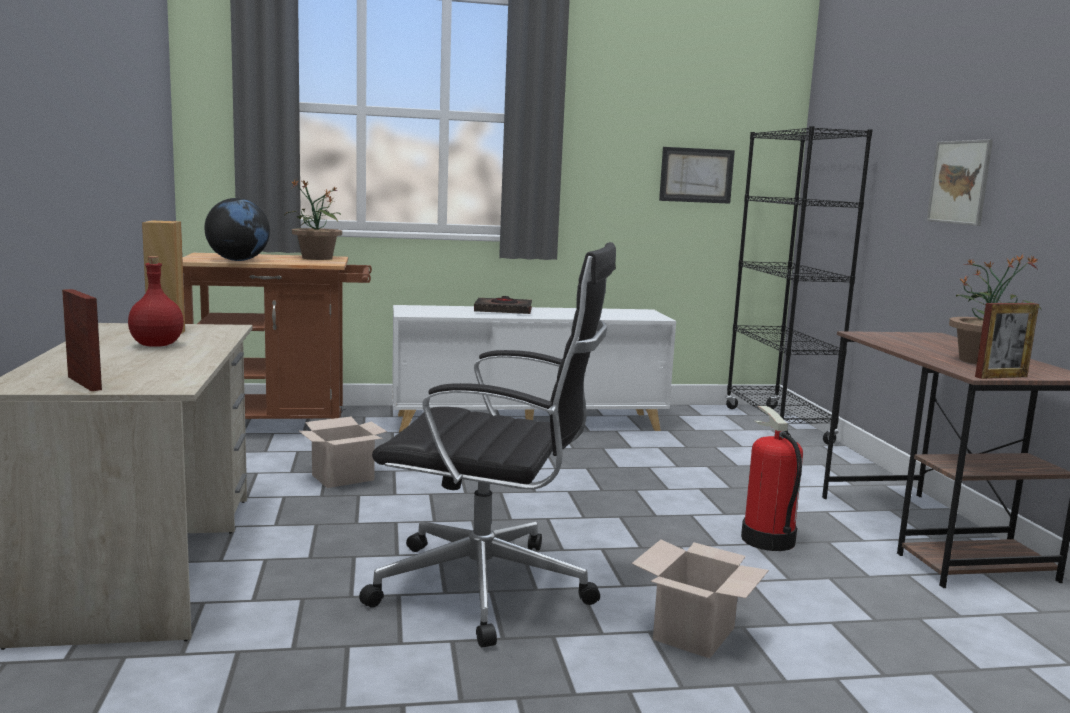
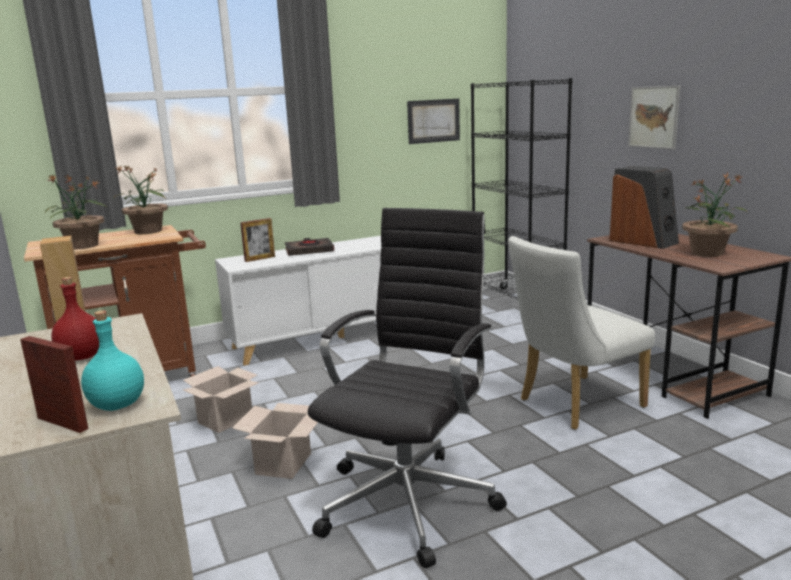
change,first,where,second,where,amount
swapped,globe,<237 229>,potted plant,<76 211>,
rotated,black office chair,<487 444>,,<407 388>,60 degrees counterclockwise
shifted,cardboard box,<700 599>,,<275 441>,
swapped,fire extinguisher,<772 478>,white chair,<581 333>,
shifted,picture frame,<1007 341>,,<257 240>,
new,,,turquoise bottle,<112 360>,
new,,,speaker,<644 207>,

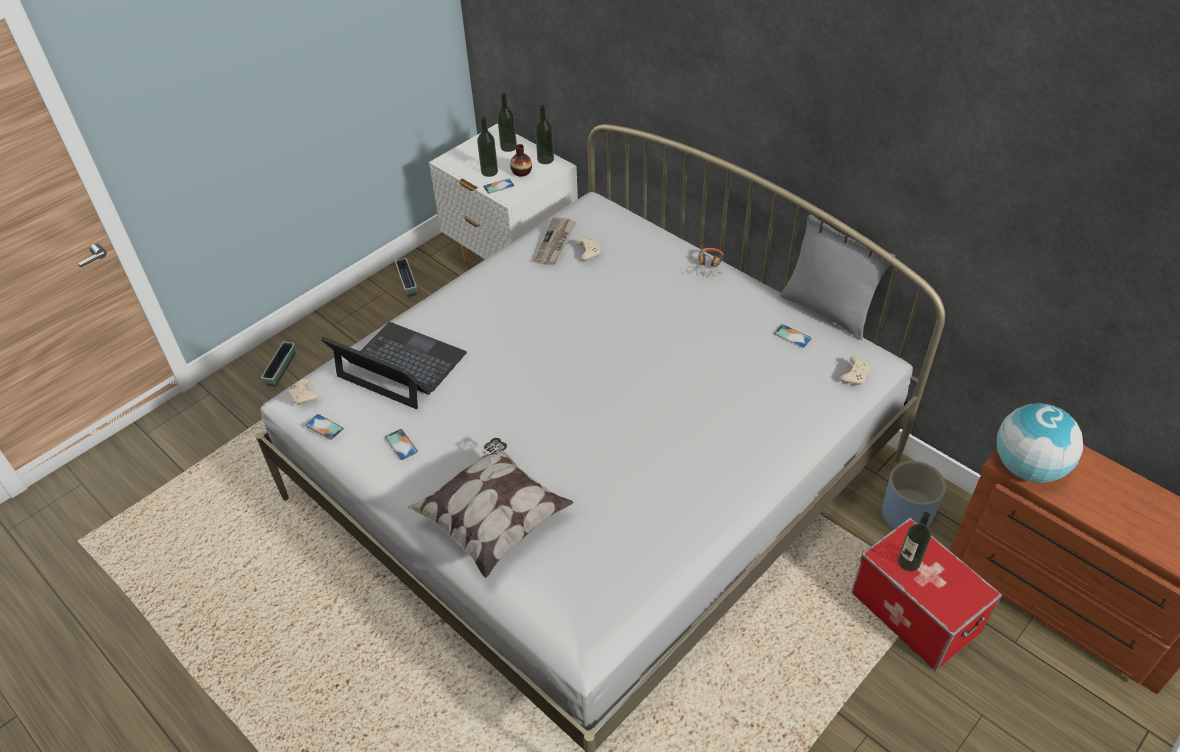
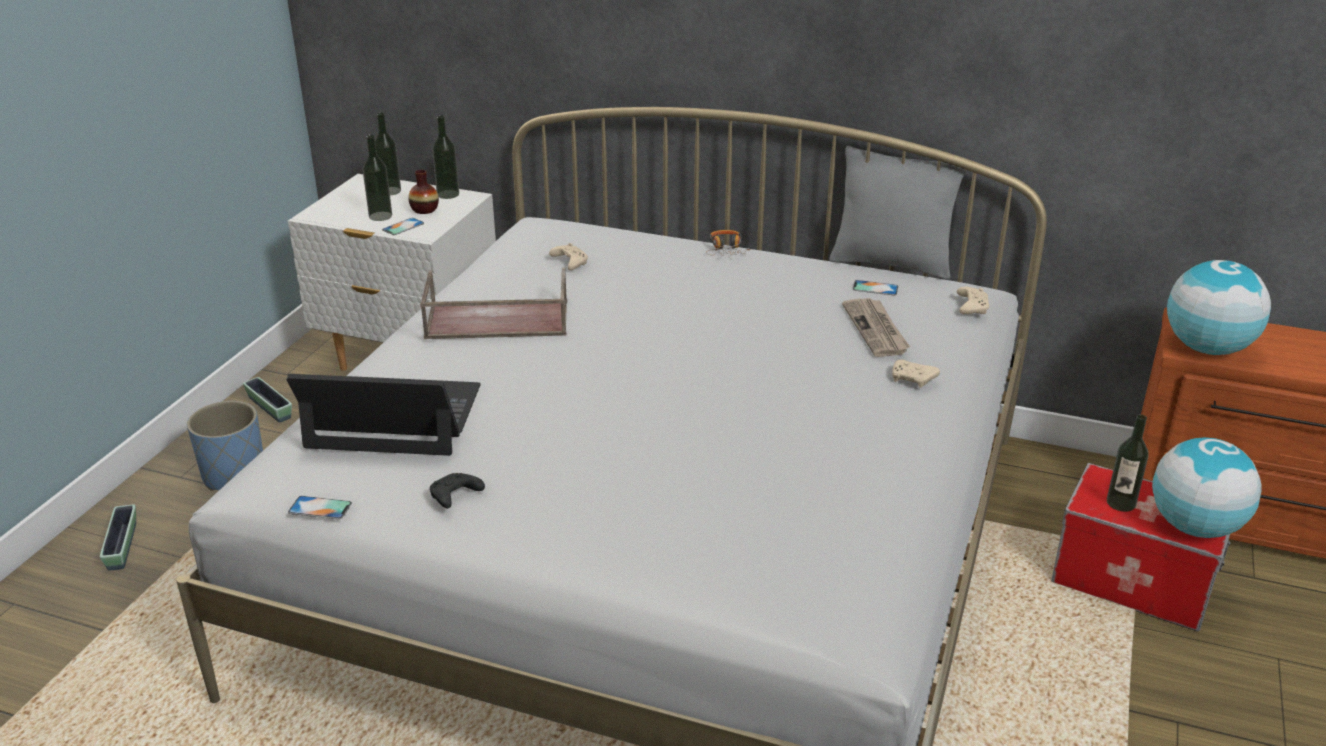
change,first,where,second,where,amount
shifted,beige game controller,<303 392>,,<916 373>,
swapped,phone,<401 444>,black game controller,<457 490>,
gone,pillow,<490 508>,,,
shifted,newspaper,<555 241>,,<876 327>,
shifted,blue planter,<914 495>,,<225 446>,
new,,,brown tray,<493 303>,
new,,,globe,<1206 487>,

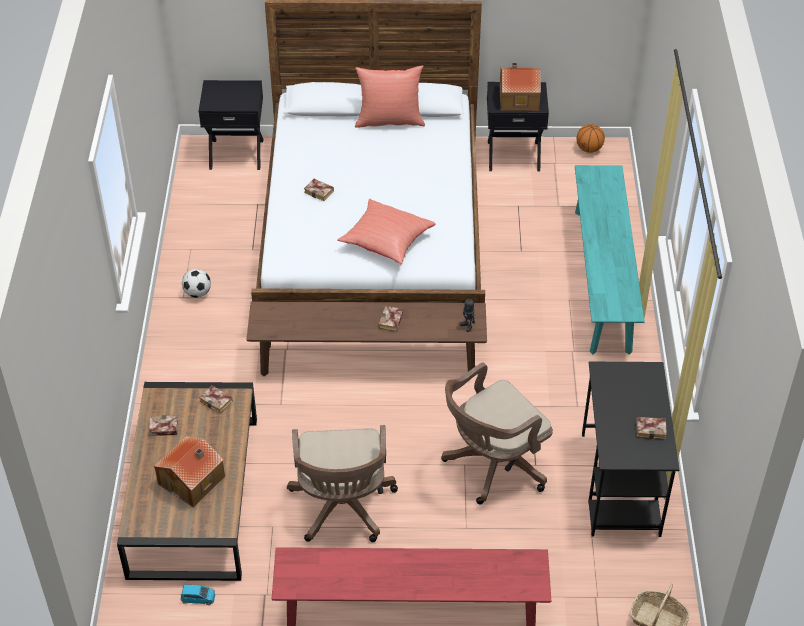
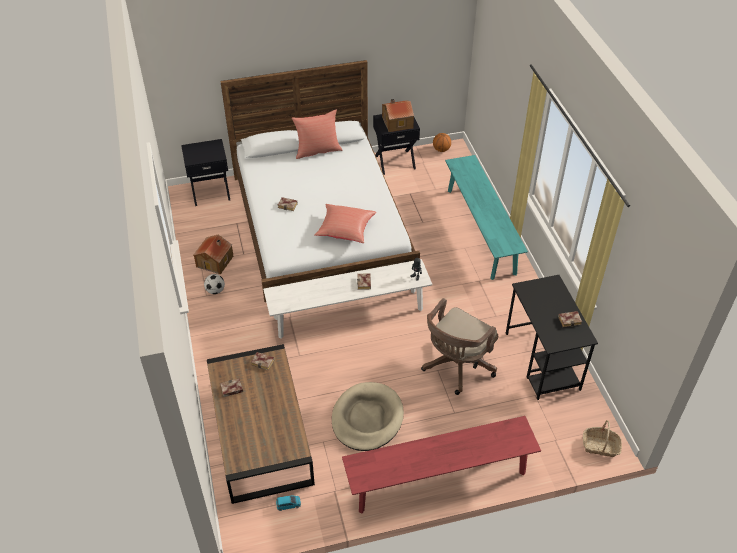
change,first,where,second,where,amount
shifted,toy house,<189 471>,,<213 254>,
repainted,brown bench,<367 338>,white bench,<347 299>,
swapped,brown office chair,<342 483>,beige dog bed,<368 416>,

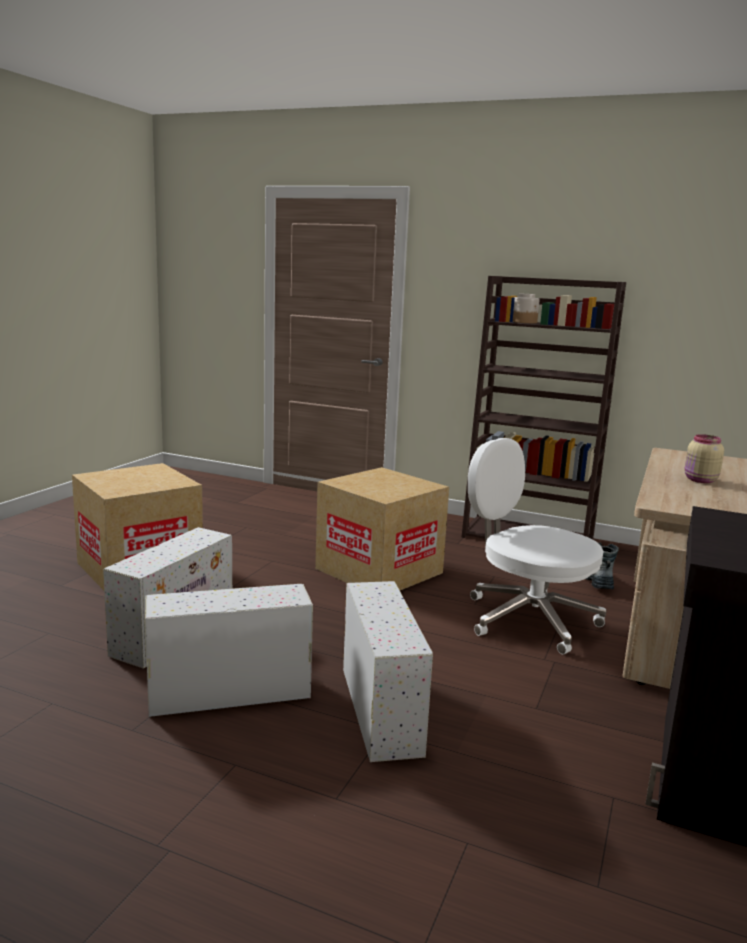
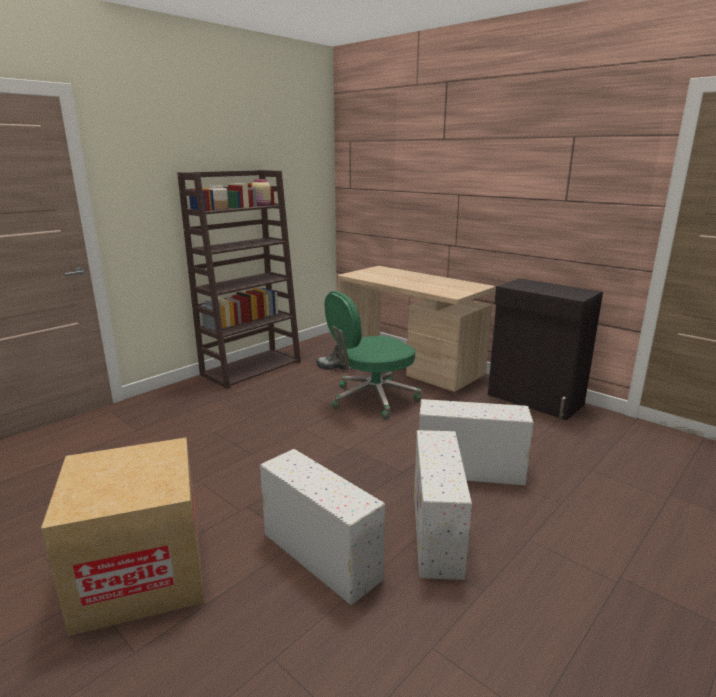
change,first,where,second,where,amount
gone,cardboard box,<382 528>,,,
repainted,white office chair,<537 546>,green office chair,<373 355>,
shifted,beige jar,<704 458>,,<261 192>,

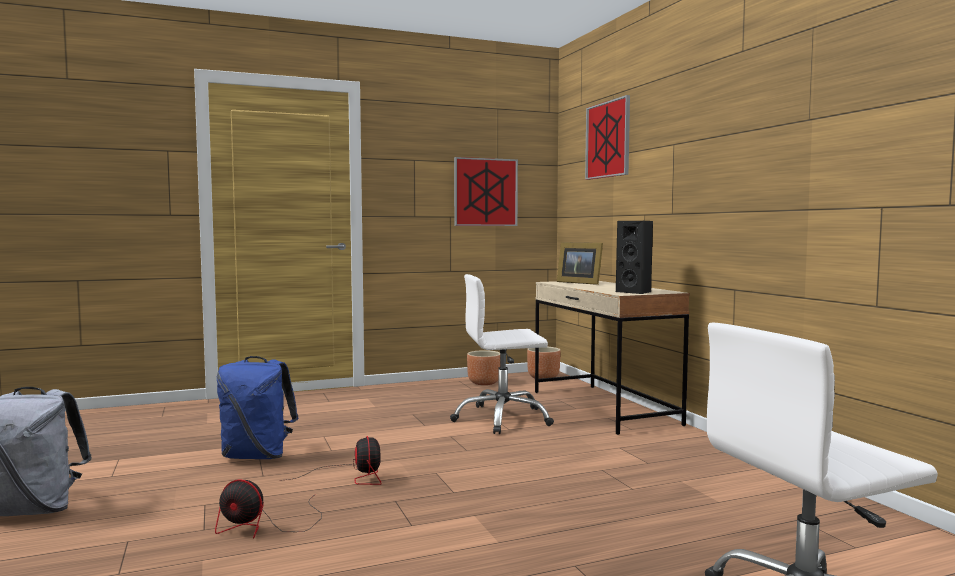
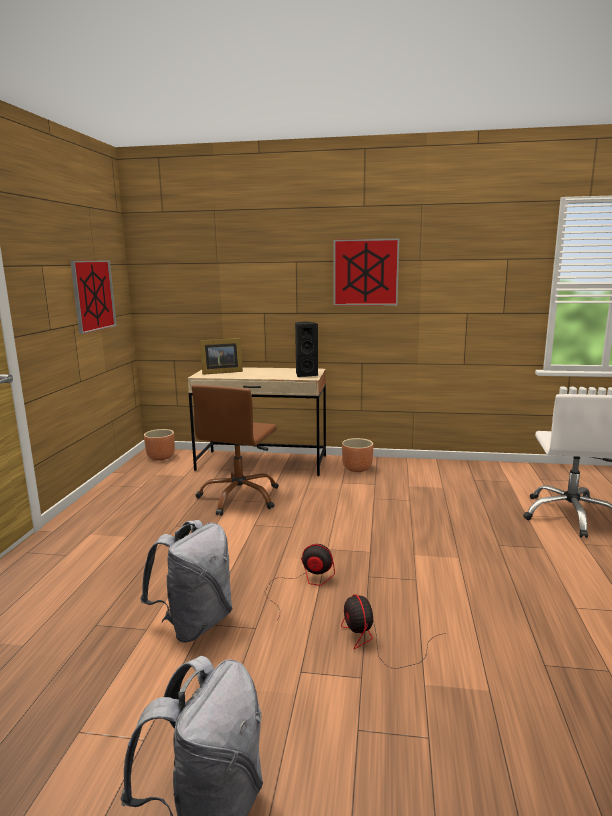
change,first,where,second,where,amount
rotated,fan,<268 508>,,<393 631>,120 degrees clockwise
repainted,blue backpack,<257 407>,grey backpack,<187 581>,
repainted,white office chair,<502 354>,brown office chair,<235 450>,
shifted,brown planter,<483 367>,,<357 455>,
shifted,picture,<607 137>,,<366 271>,

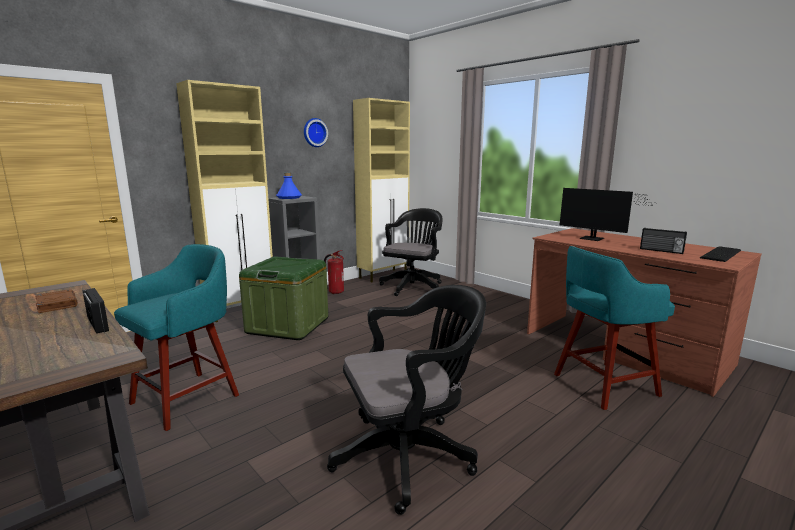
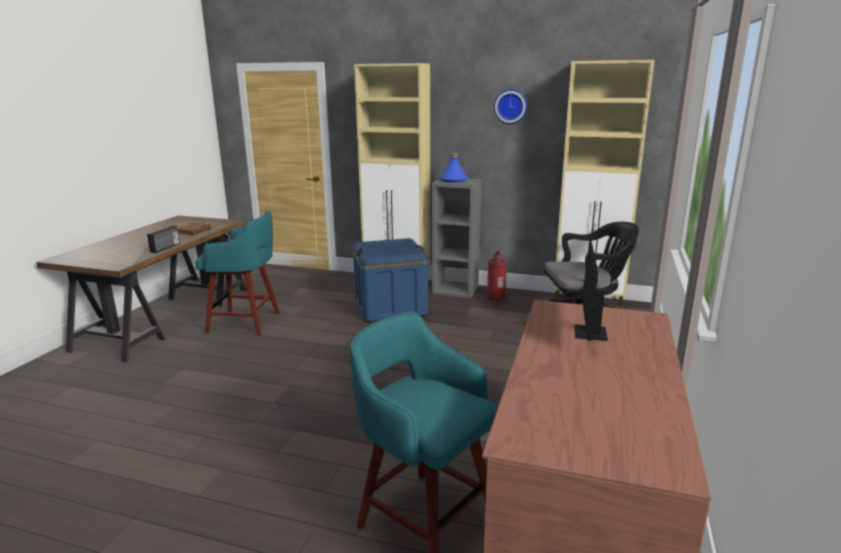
change,first,where,second,where,amount
repainted,green storage box,<283 298>,blue storage box,<390 280>,
gone,black office chair,<406 400>,,,
gone,radio,<663 241>,,,
gone,keyboard,<720 254>,,,

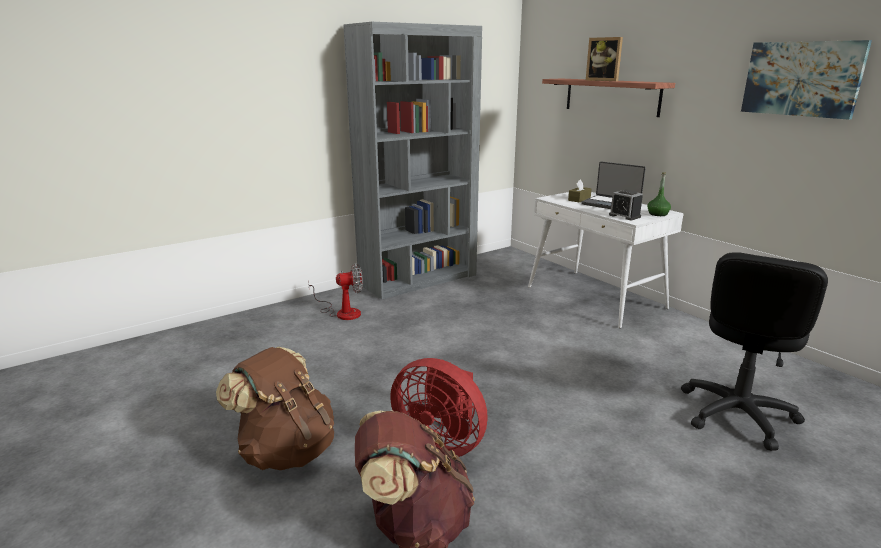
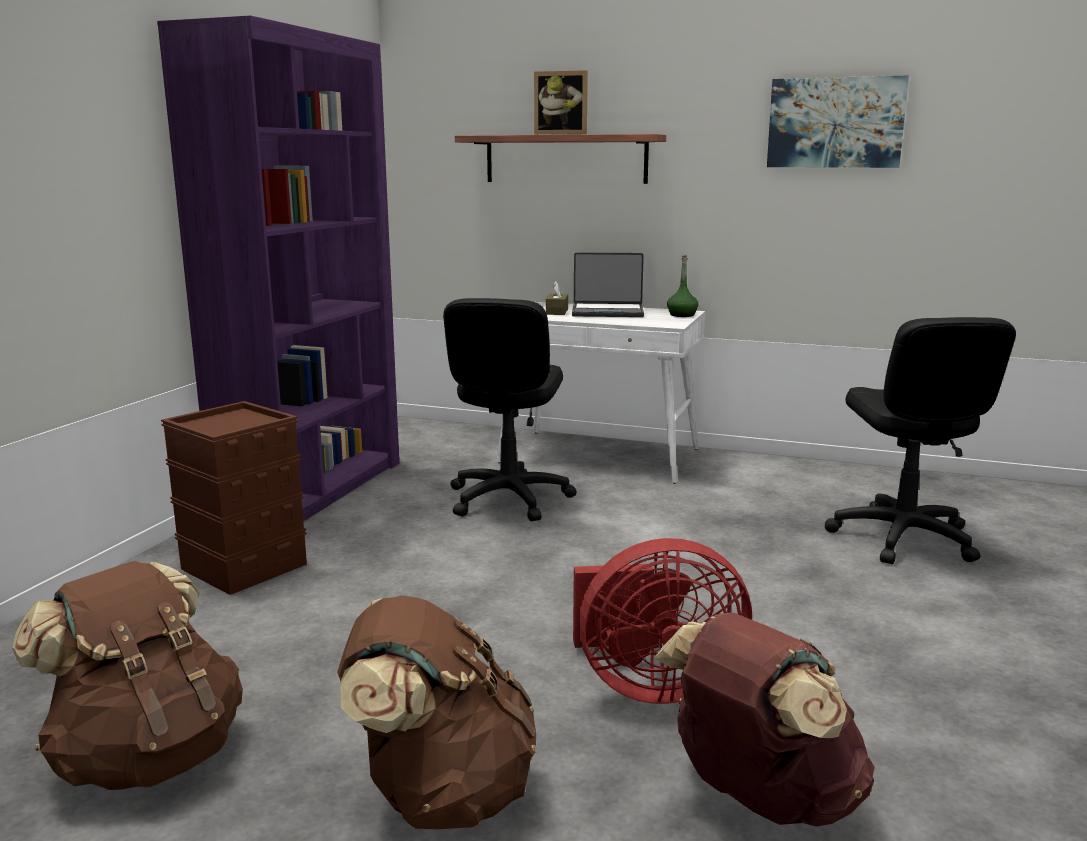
change,first,where,second,where,amount
swapped,fan,<335 291>,brown storage box,<234 498>,
repainted,grey bookcase,<412 160>,purple bookcase,<278 268>,
gone,alarm clock,<626 205>,,,
new,,,brown backpack,<127 675>,
new,,,black office chair,<510 409>,

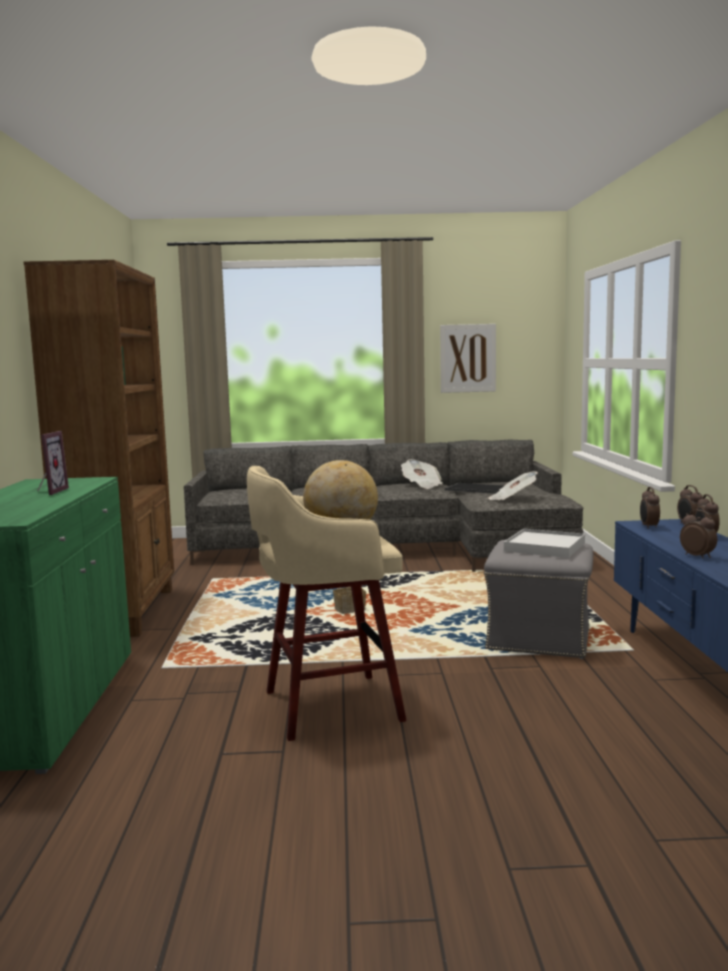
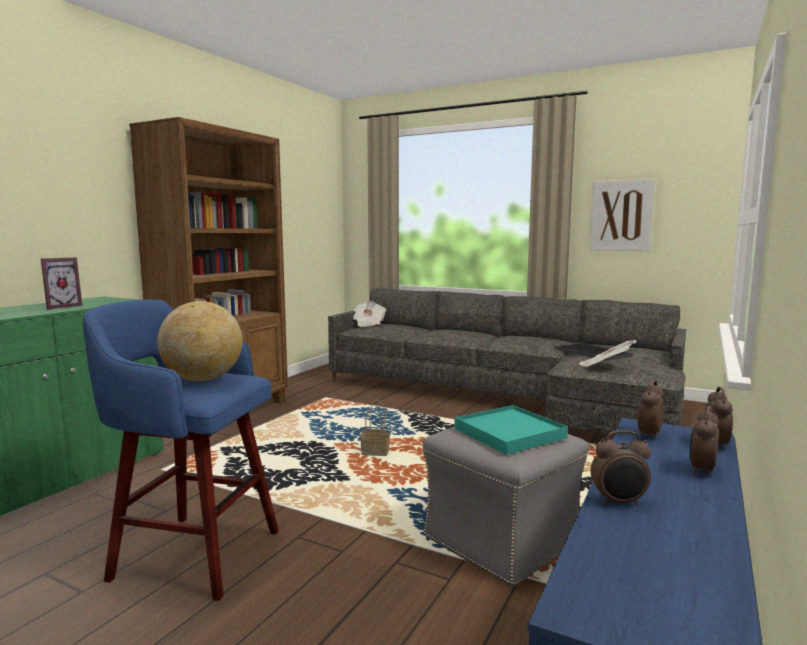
change,first,where,second,where,amount
repainted,beige stool,<327 603>,blue stool,<181 450>,
shifted,newspaper,<422 474>,,<369 314>,
repainted,white tray,<544 543>,turquoise tray,<511 430>,
rotated,alarm clock,<698 534>,,<621 468>,90 degrees clockwise

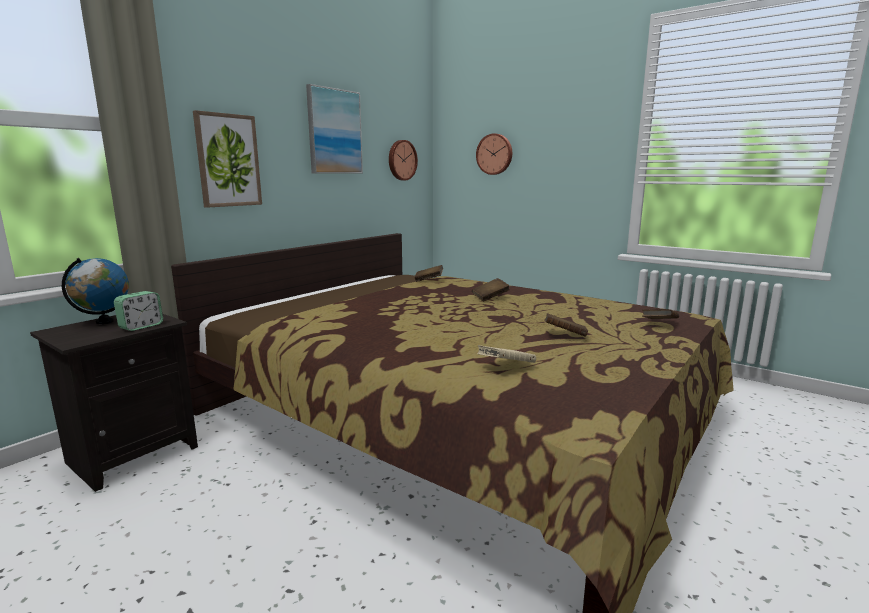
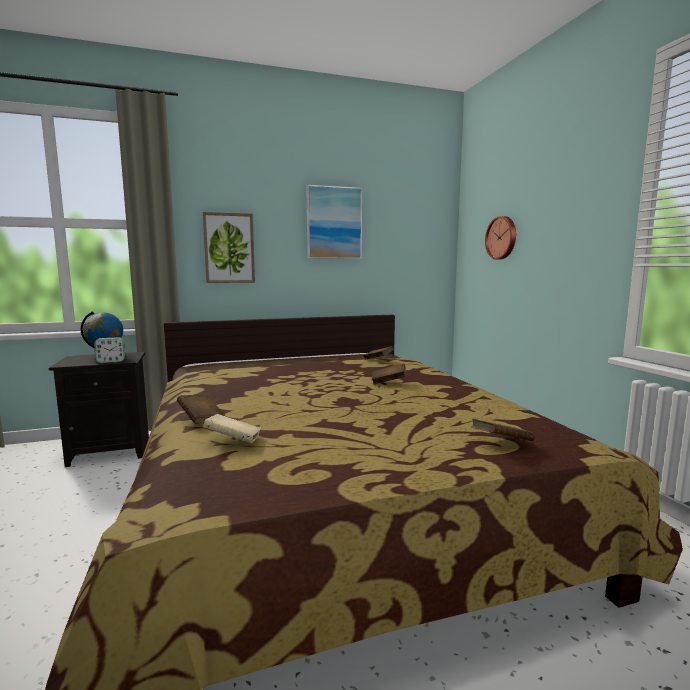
change,first,where,second,where,amount
gone,wall clock,<403 160>,,,
shifted,brown book,<566 325>,,<201 409>,

